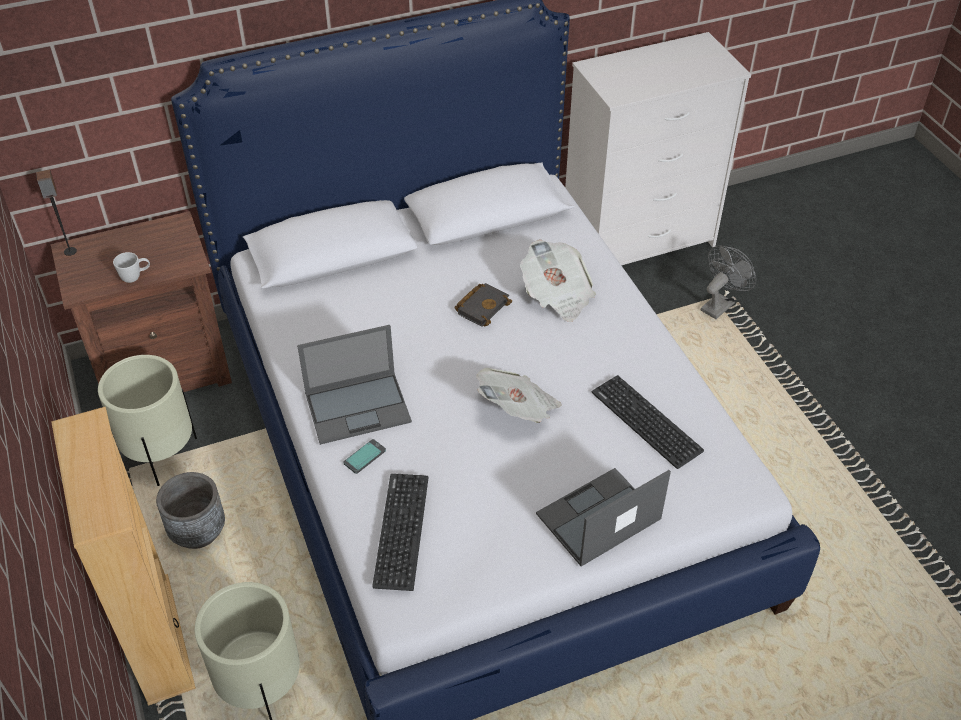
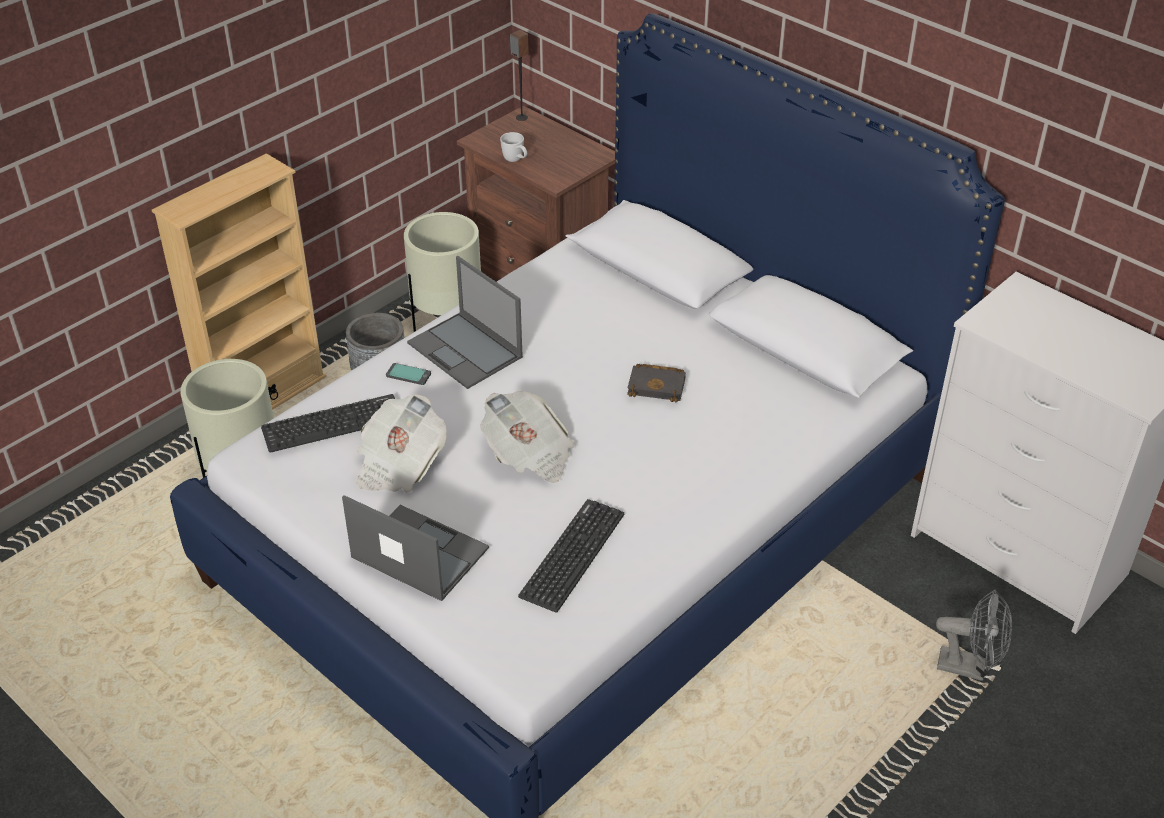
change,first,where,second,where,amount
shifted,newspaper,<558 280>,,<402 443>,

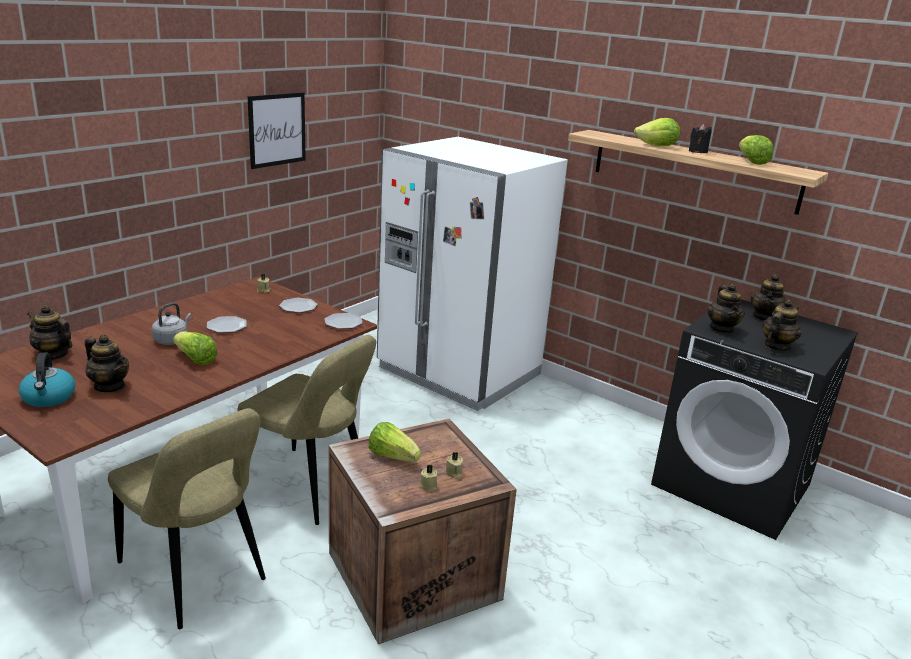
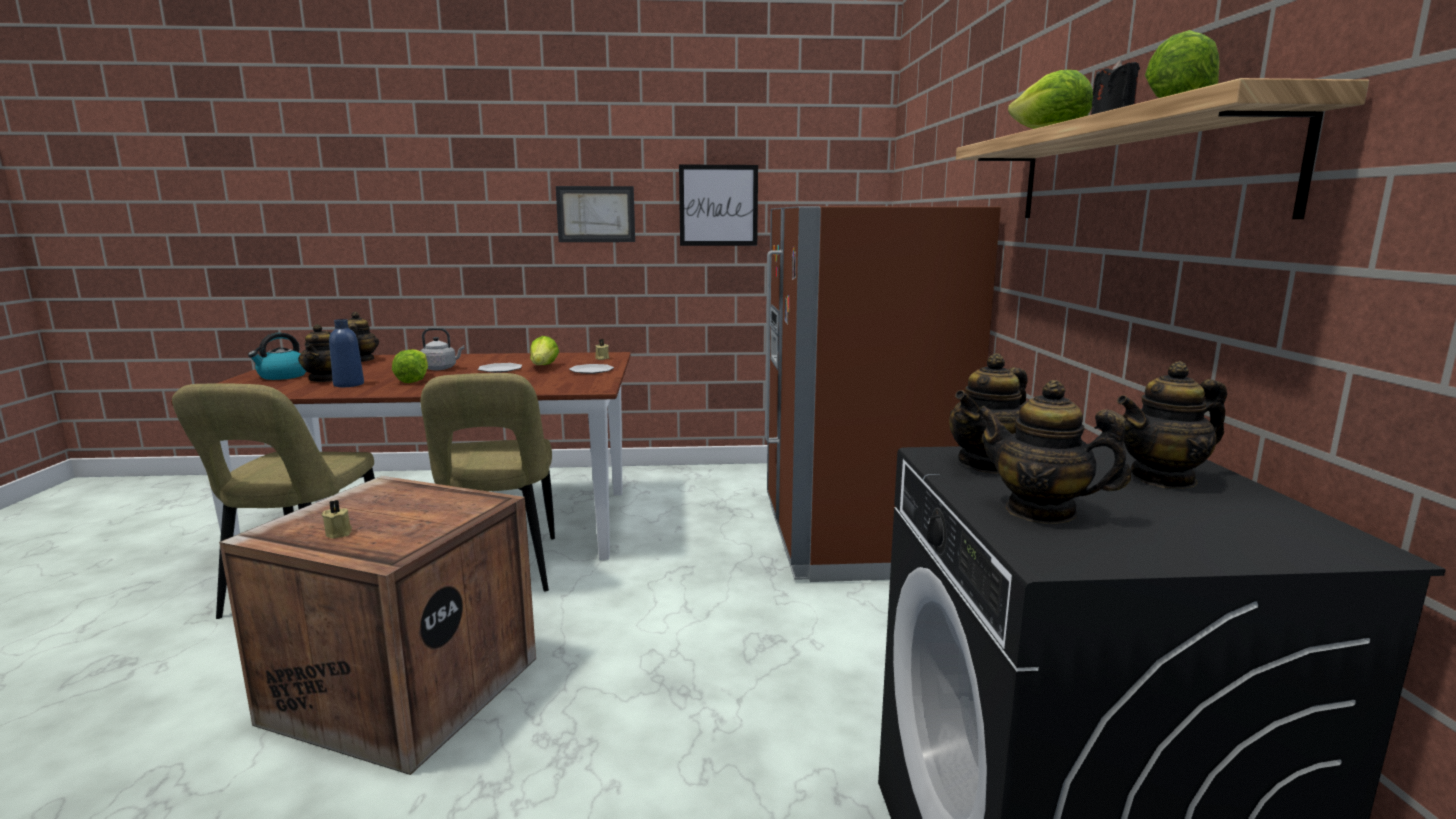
change,first,where,second,where,amount
gone,plate,<343 321>,,,
shifted,lettuce,<395 442>,,<544 350>,
repainted,white fridge,<472 274>,brown fridge,<883 394>,
gone,beige candle,<454 465>,,,
rotated,teapot,<782 325>,,<1053 452>,150 degrees counterclockwise
new,,,blue bottle,<346 353>,
new,,,picture,<595 214>,

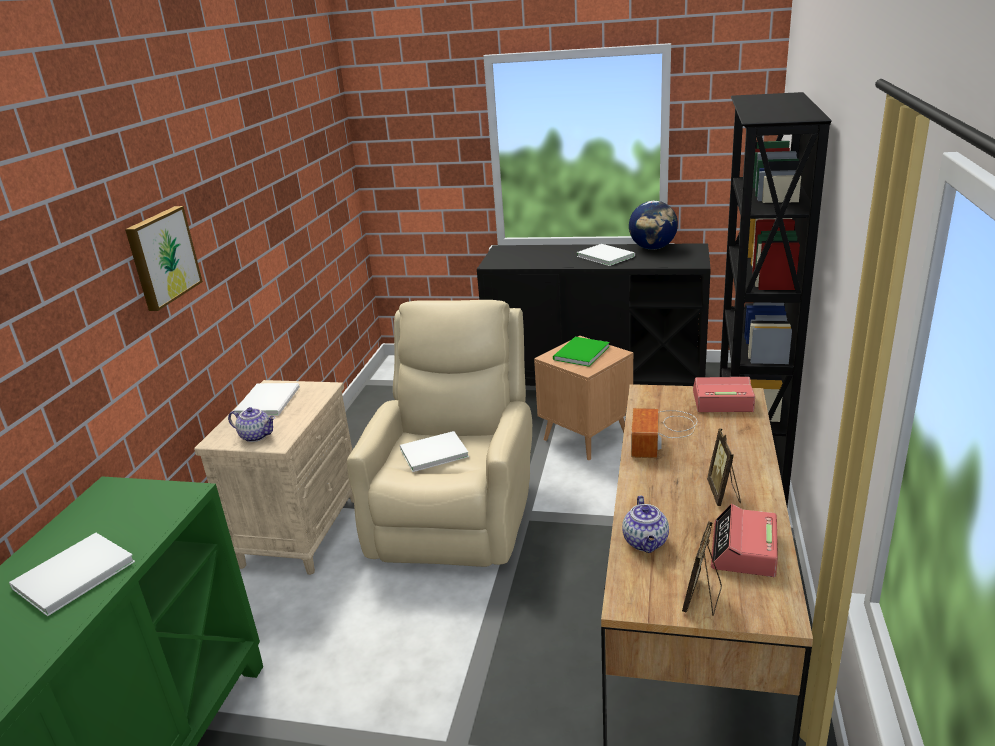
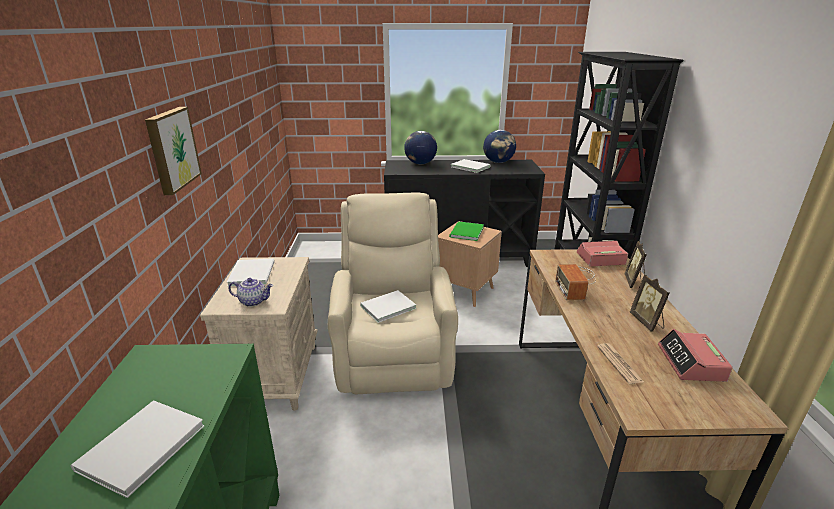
change,first,where,second,where,amount
swapped,teapot,<645 524>,newspaper,<620 363>,
shifted,picture frame,<702 568>,,<635 264>,
new,,,globe,<420 147>,

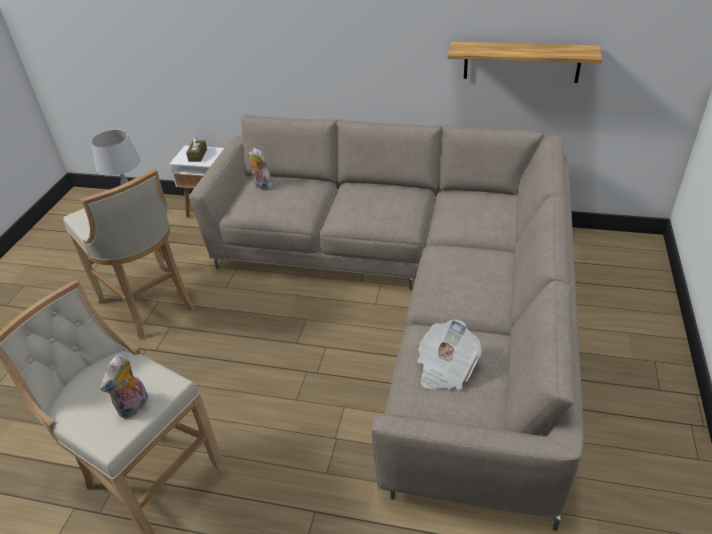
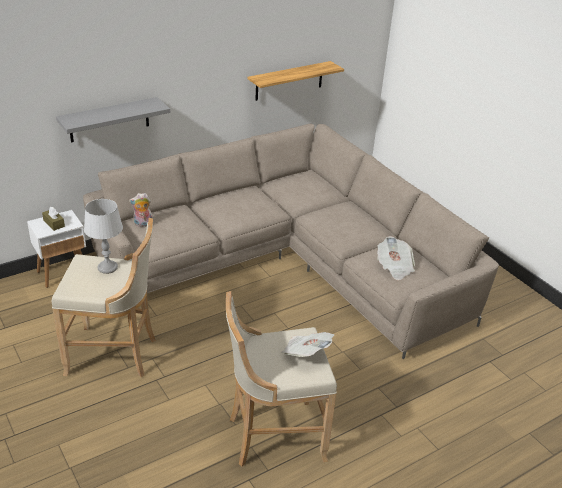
change,first,where,second,where,amount
swapped,plush toy,<124 386>,newspaper,<307 344>,
new,,,grey shelf,<113 119>,

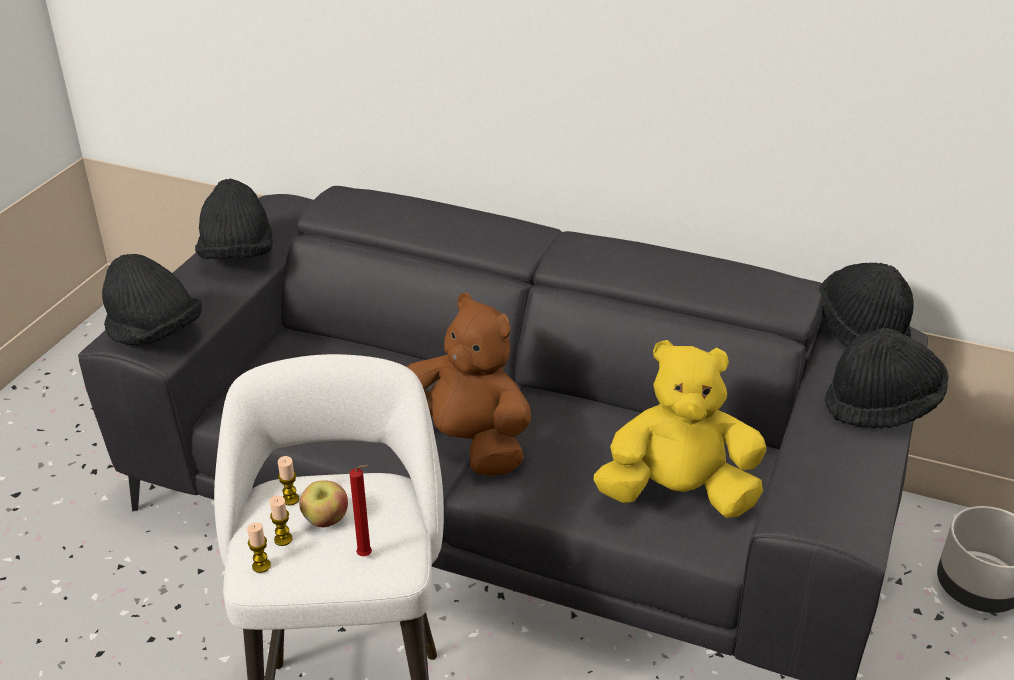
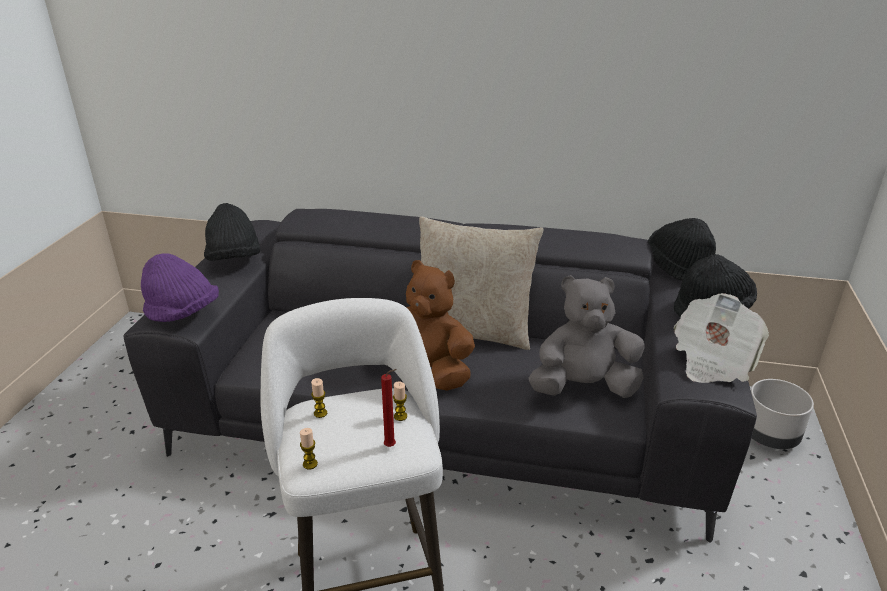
change,first,where,second,where,amount
repainted,black hat,<152 299>,purple hat,<180 287>,
shifted,candle,<281 520>,,<400 401>,
gone,apple,<324 503>,,,
repainted,yellow plush toy,<680 429>,grey plush toy,<586 336>,
new,,,beige pillow,<481 283>,
new,,,newspaper,<721 338>,

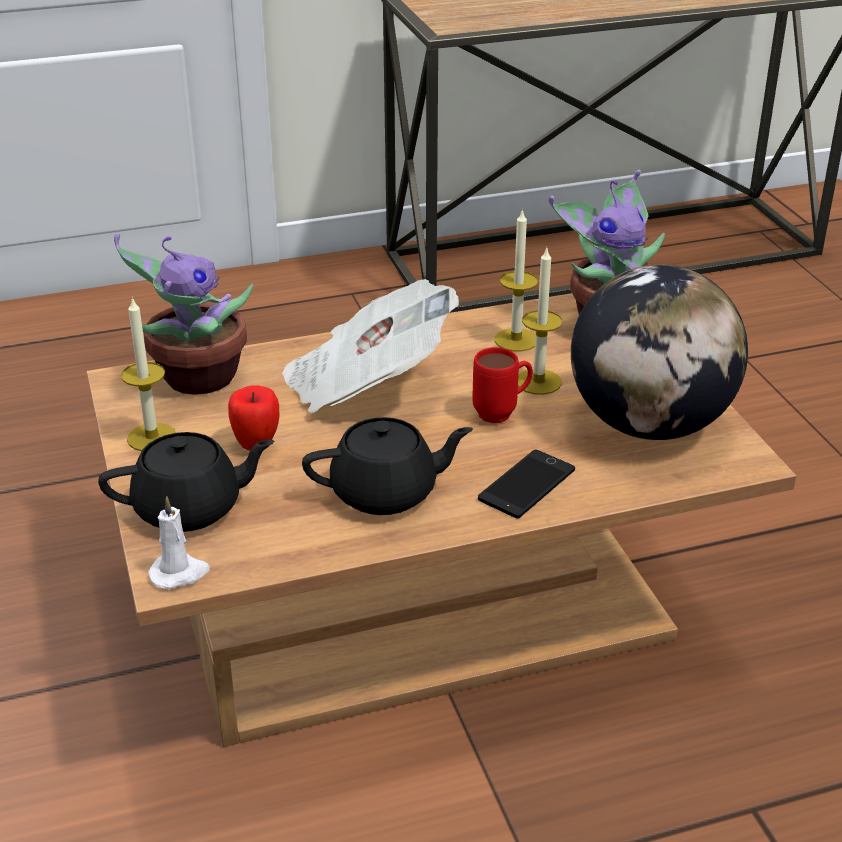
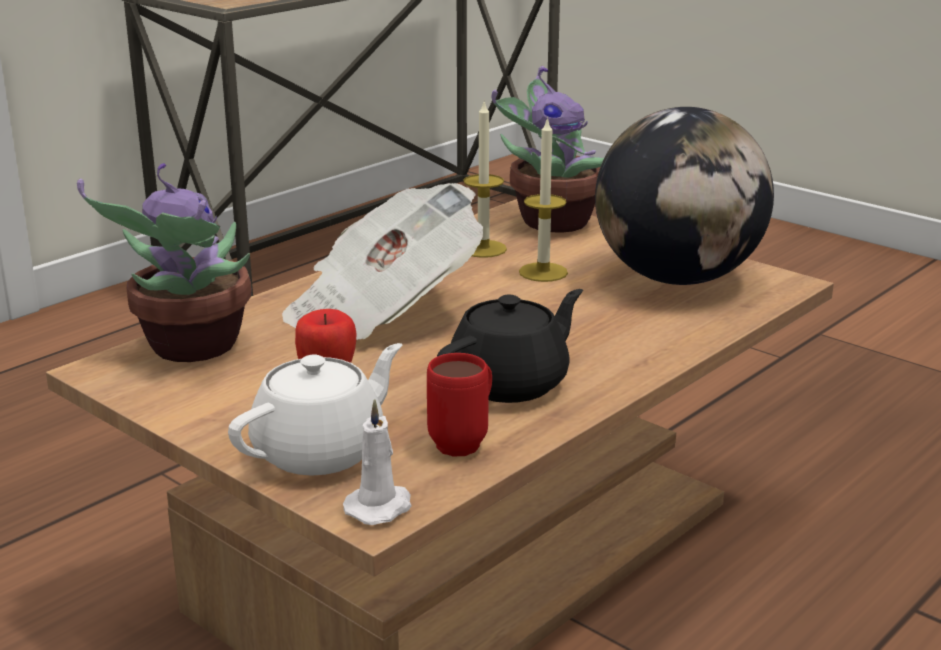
change,first,where,second,where,amount
repainted,black teapot,<186 482>,white teapot,<315 409>,
gone,candle,<148 373>,,,
shifted,red mug,<502 385>,,<459 405>,
gone,phone,<526 484>,,,

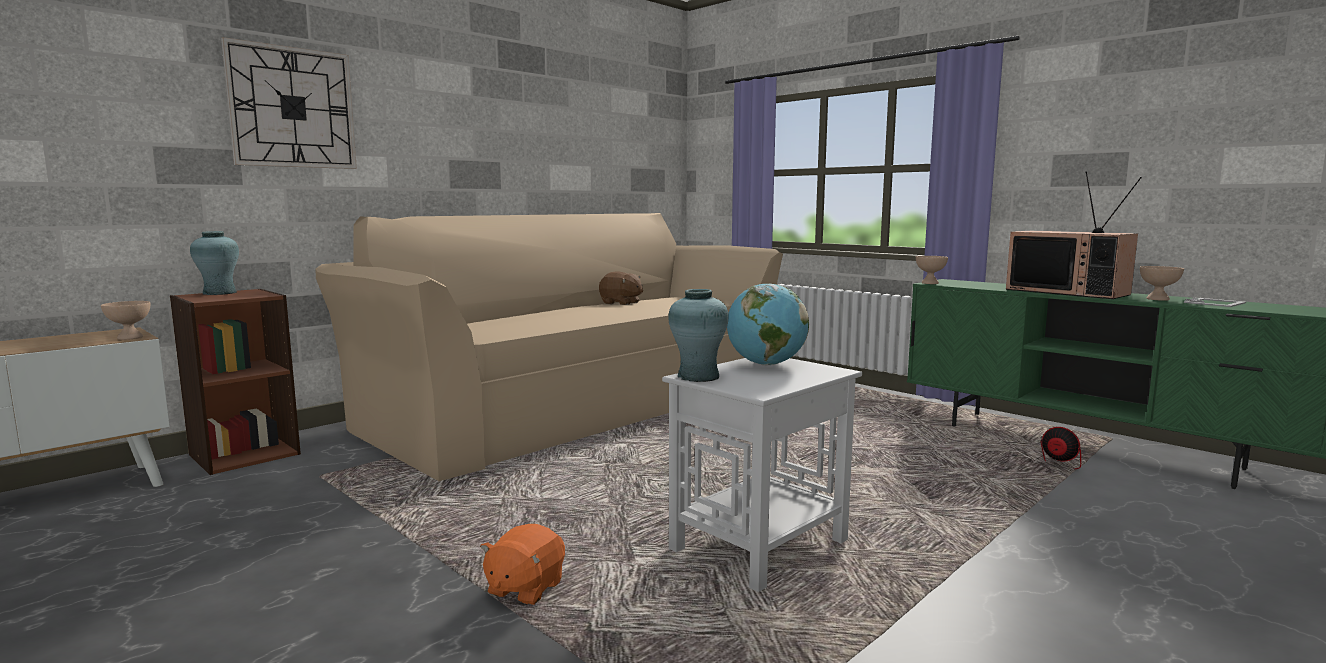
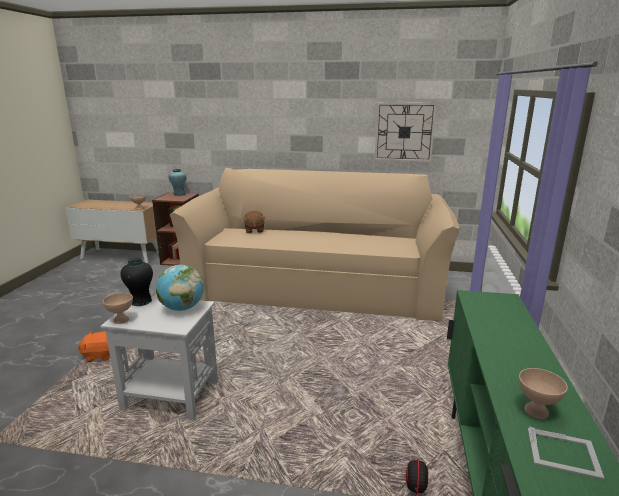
change,first,where,second,where,amount
shifted,wall clock,<289 103>,,<406 132>,
shifted,brown plush toy,<621 288>,,<254 222>,
repainted,turquoise vase,<698 335>,black vase,<136 282>,
shifted,beige bowl,<932 270>,,<118 308>,
gone,television,<1074 235>,,,

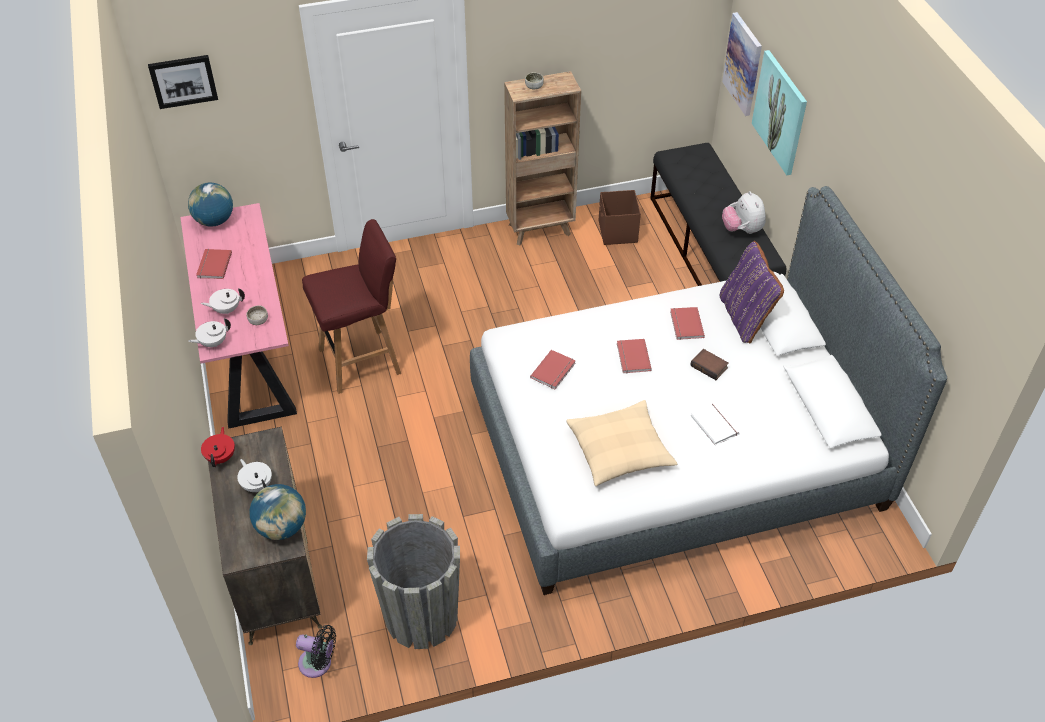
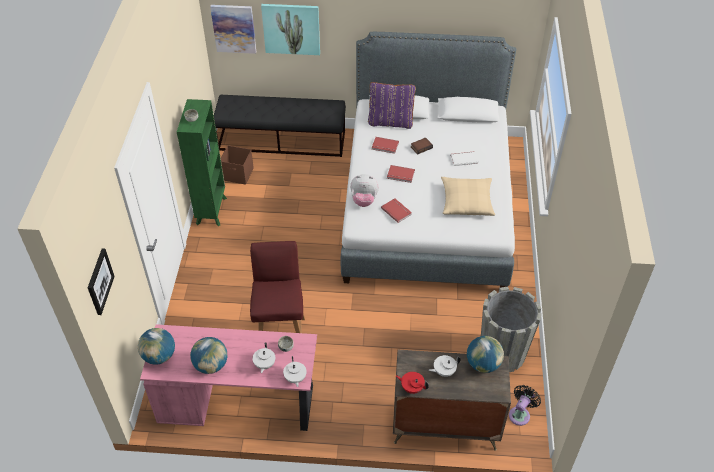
change,first,where,second,where,amount
swapped,red book,<214 264>,globe,<208 355>,
repainted,brown bookcase,<542 158>,green bookcase,<202 162>,
shifted,plush toy,<744 212>,,<364 190>,

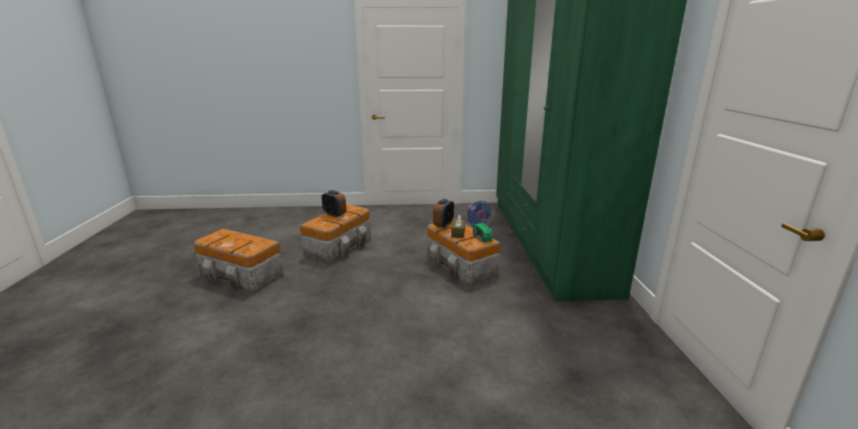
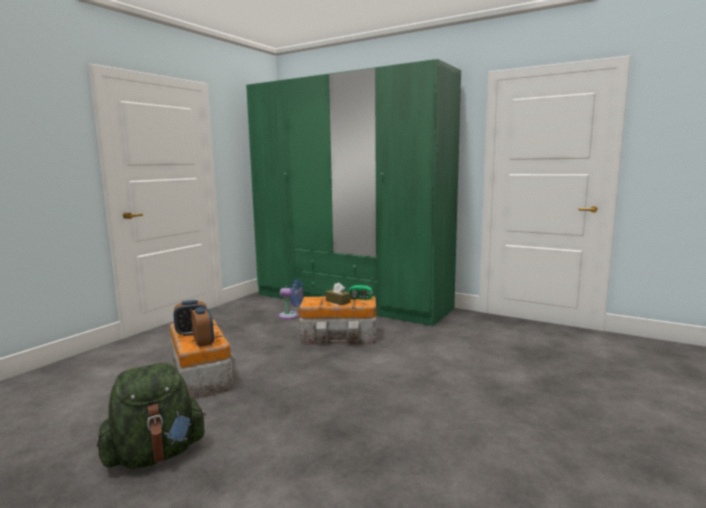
change,first,where,second,where,amount
swapped,storage box,<239 261>,green backpack,<151 416>,
shifted,alarm clock,<443 213>,,<202 327>,

